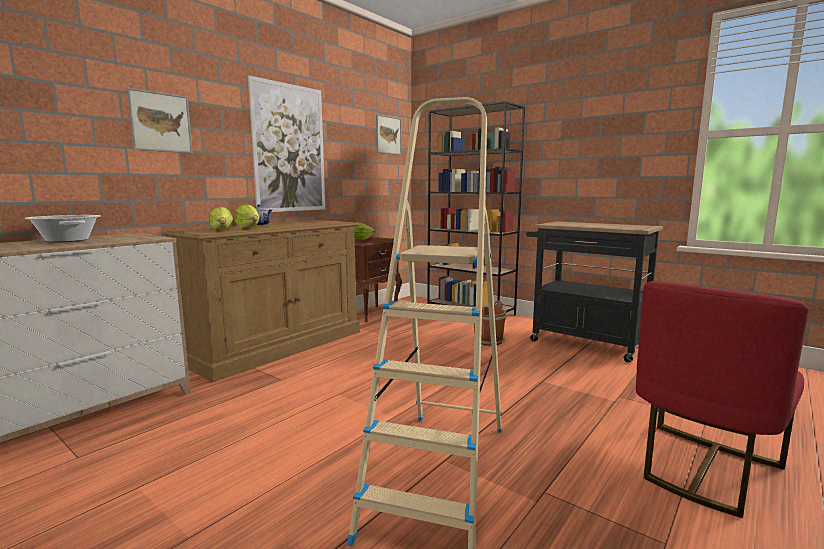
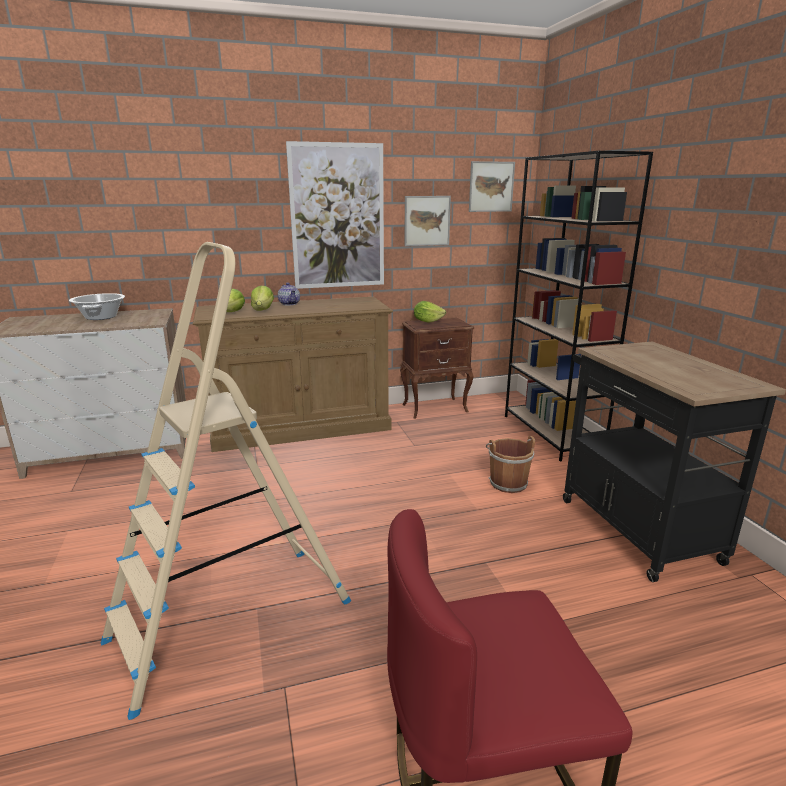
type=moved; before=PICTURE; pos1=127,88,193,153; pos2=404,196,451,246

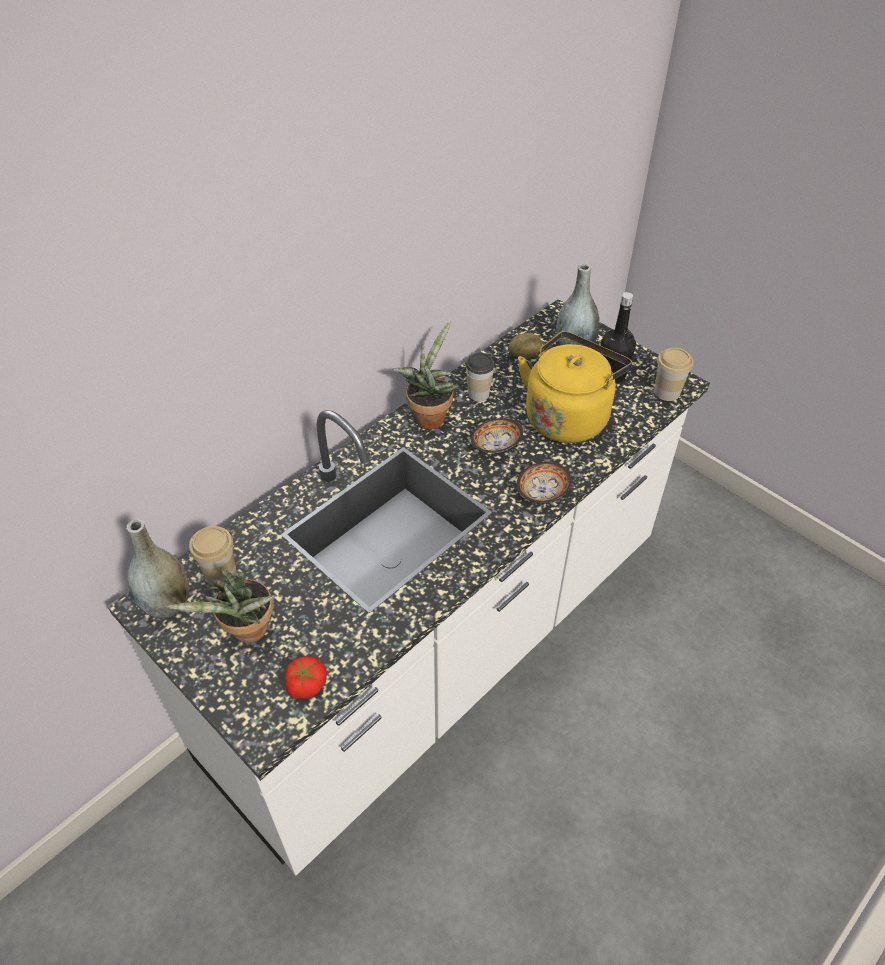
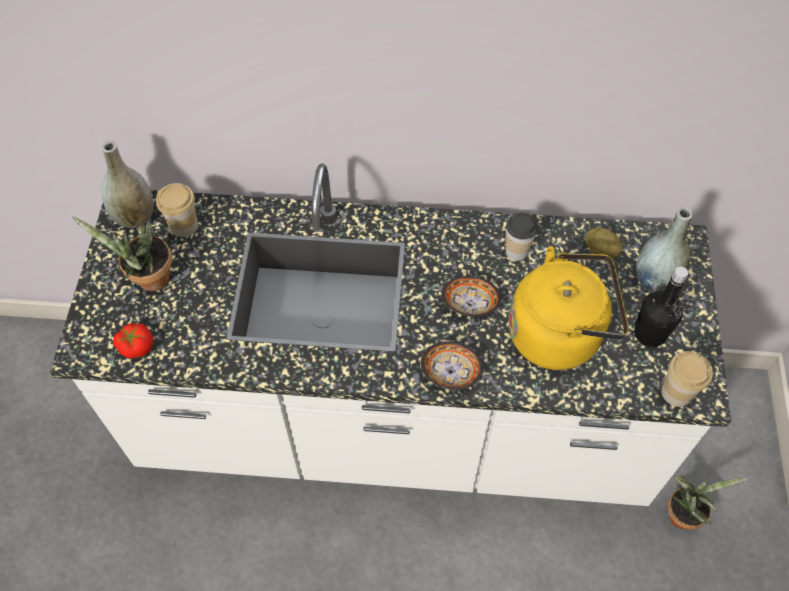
type=moved; before=POTTED PLANT; pos1=392,322,458,429; pos2=668,475,747,529

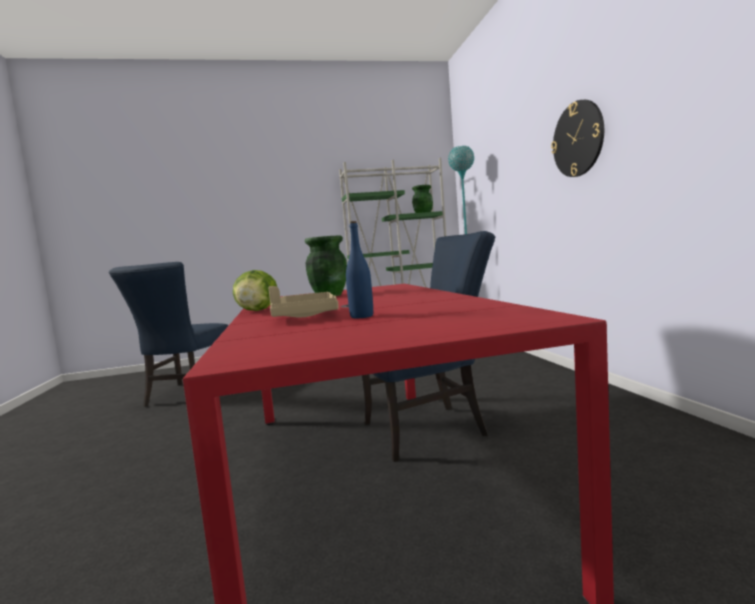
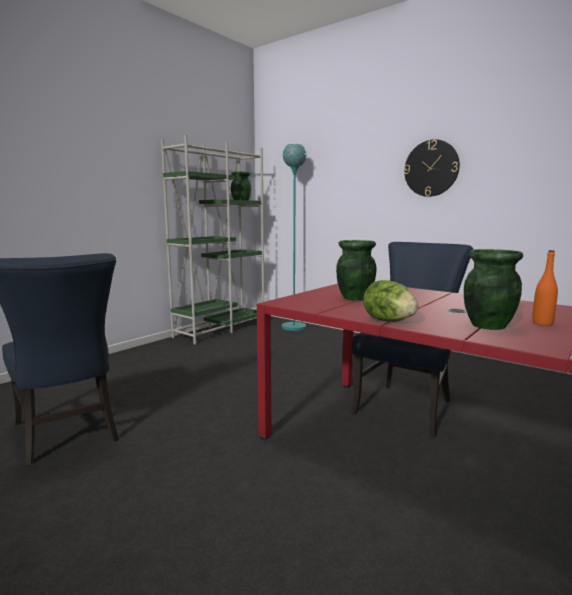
type=recoloured; before=BLUE BOTTLE; after=ORANGE BOTTLE; pos1=346,221,373,318; pos2=532,250,558,326
type=replaced; before=BEIGE TRAY; after=GREEN VASE; pos1=268,286,339,317; pos2=464,249,523,330

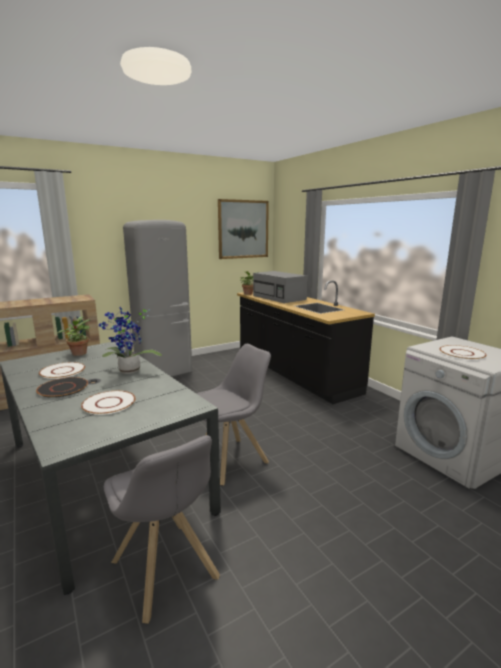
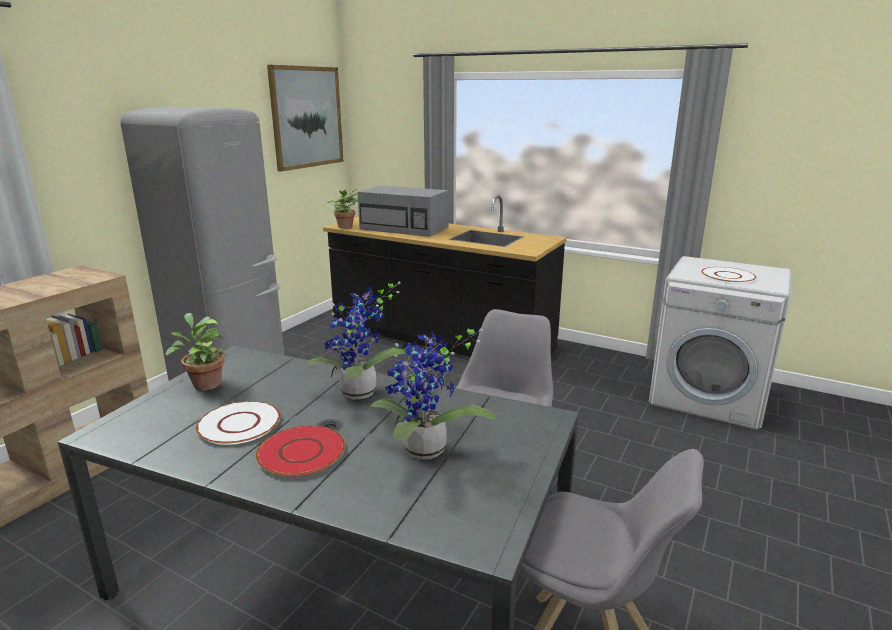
type=recoloured; before=BLACK PLATE; after=RED PLATE; pos1=36,377,88,398; pos2=255,425,345,477
type=replaced; before=WHITE PLATE; after=POTTED PLANT; pos1=81,391,136,415; pos2=370,328,497,459

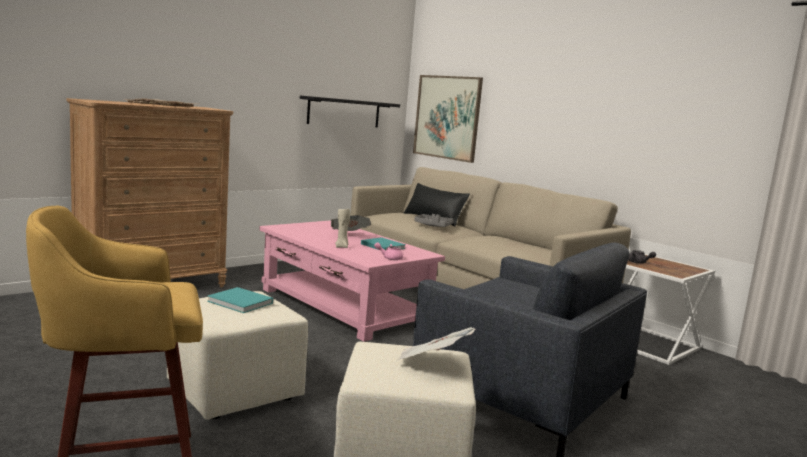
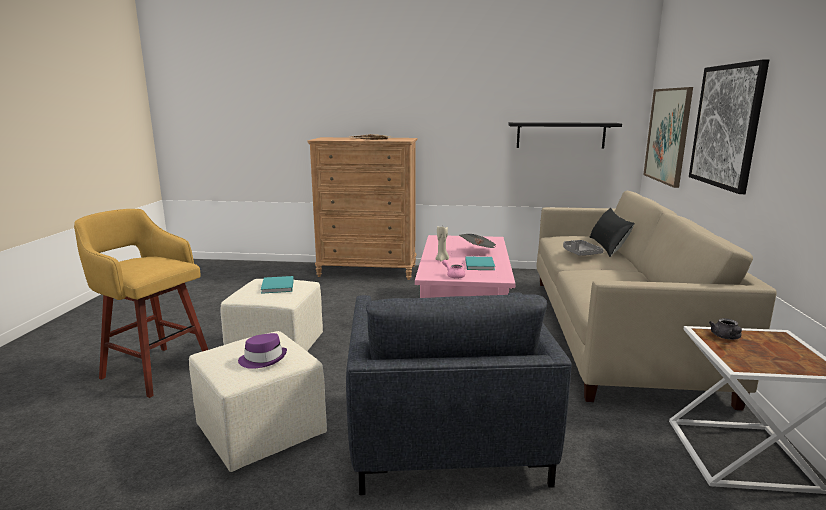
type=replaced; before=NEWSPAPER; after=PURPLE HAT; pos1=396,327,475,361; pos2=238,333,287,369
type=added; after=PICTURE; pos2=689,59,769,194

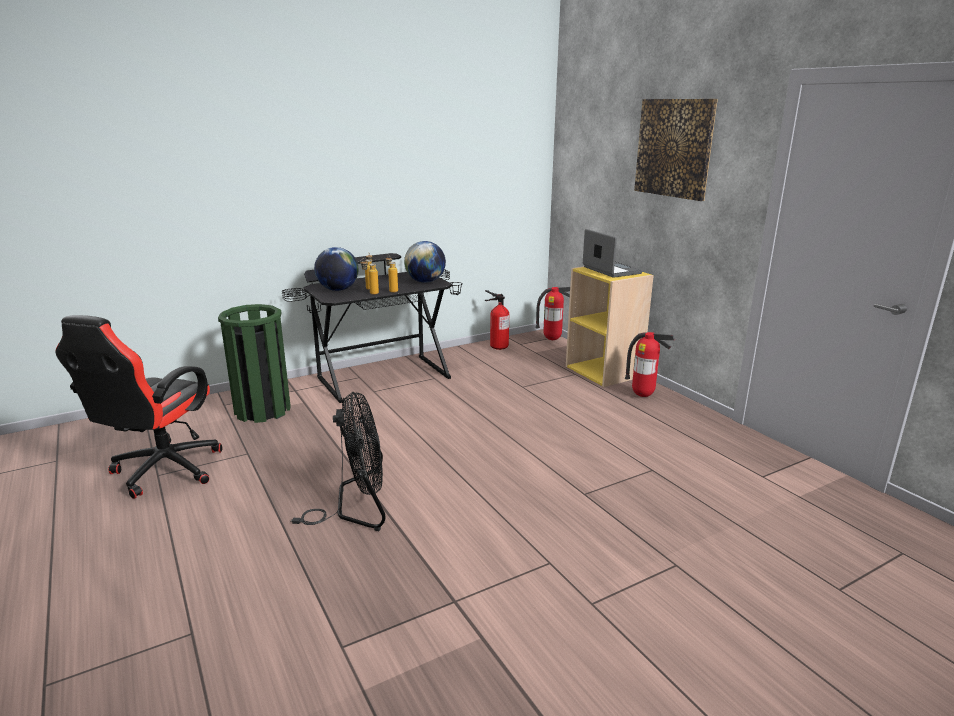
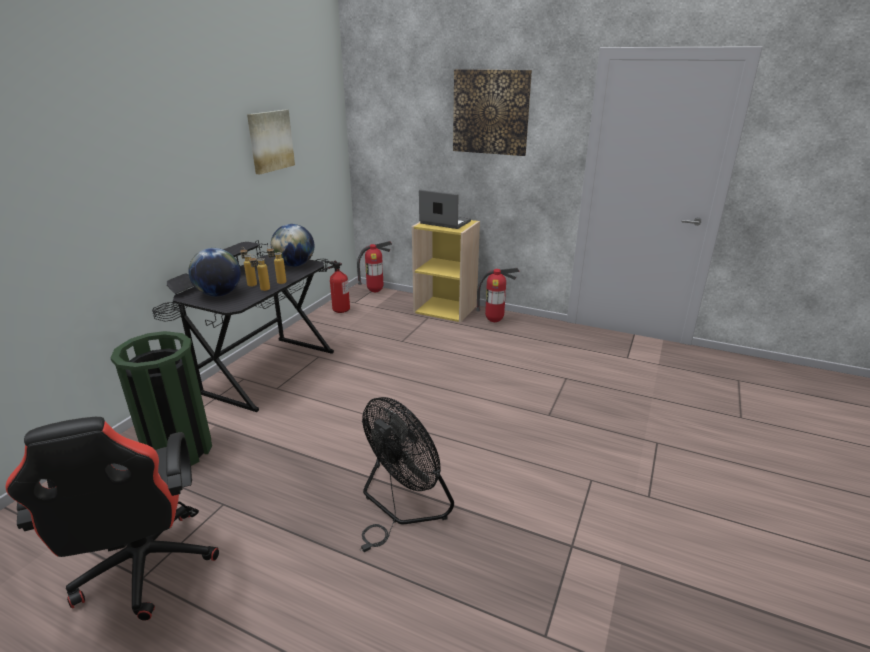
type=added; after=PICTURE; pos2=247,110,295,175

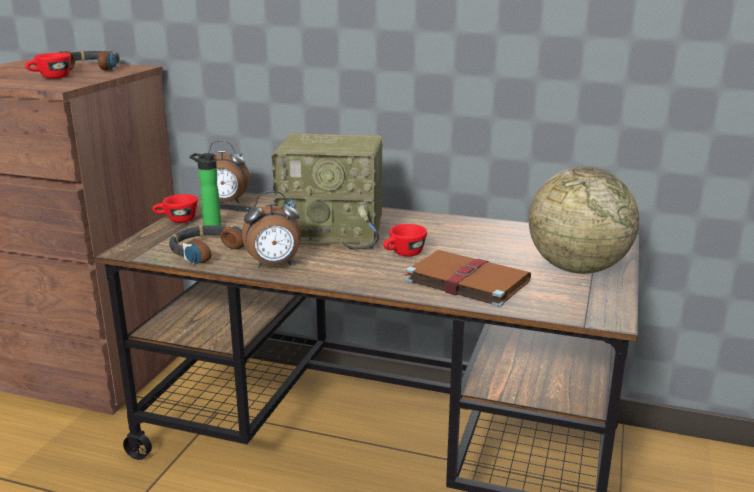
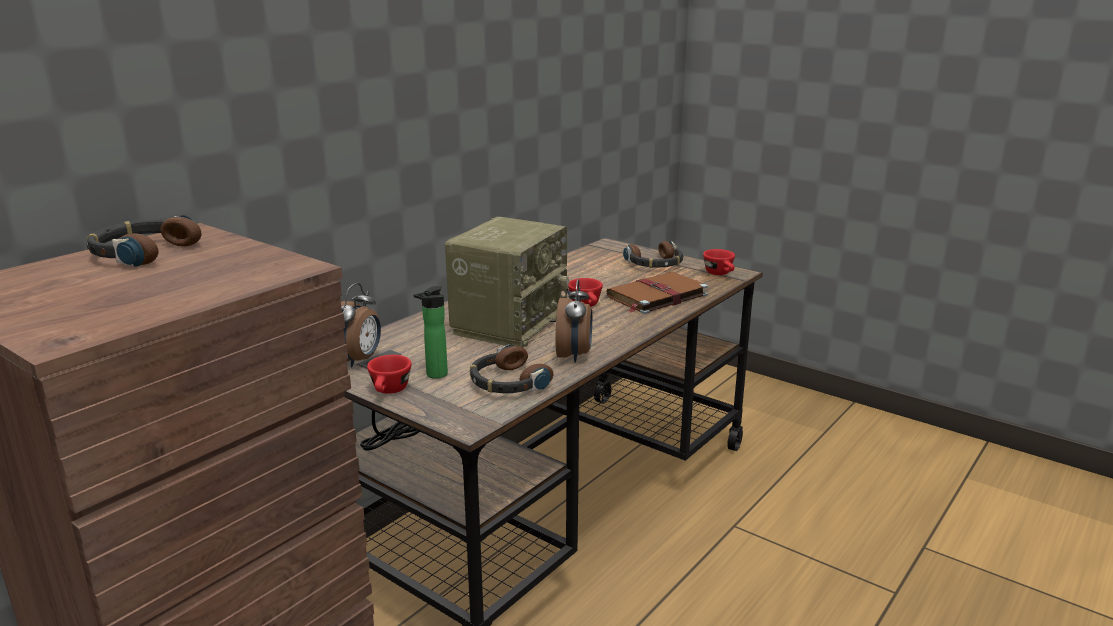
type=moved; before=RED CUP; pos1=25,53,71,79; pos2=703,249,735,275
type=replaced; before=GLOBE; after=HEADPHONES; pos1=529,167,639,274; pos2=623,241,683,268

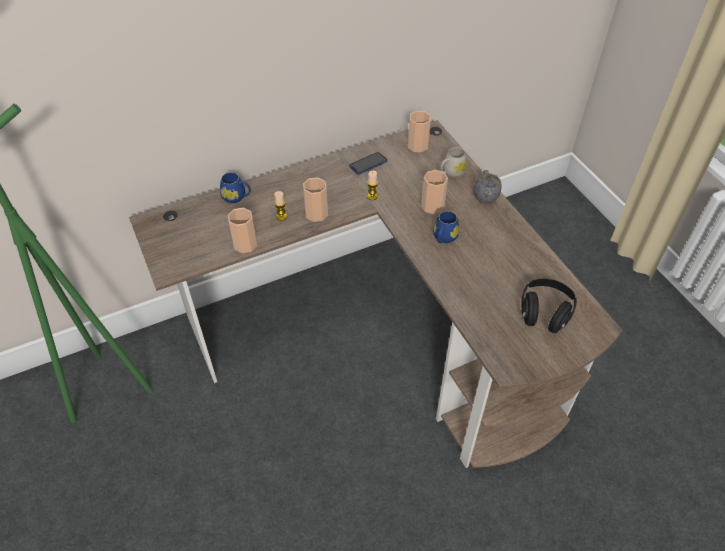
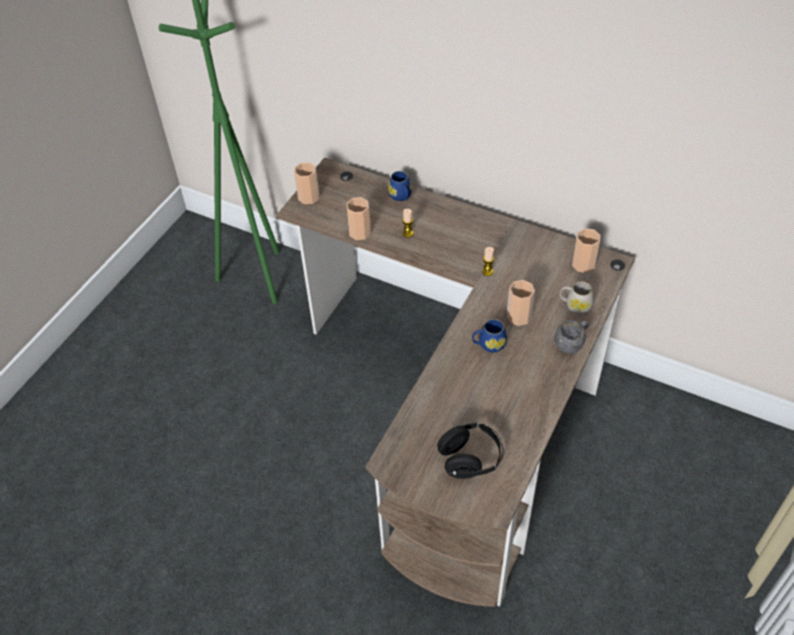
type=removed; before=PHONE; pos1=349,152,387,175
type=moved; before=CUP; pos1=303,177,328,222; pos2=294,162,319,204

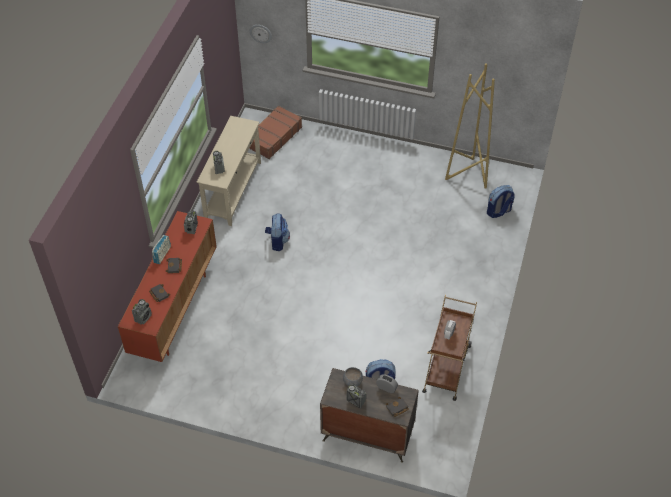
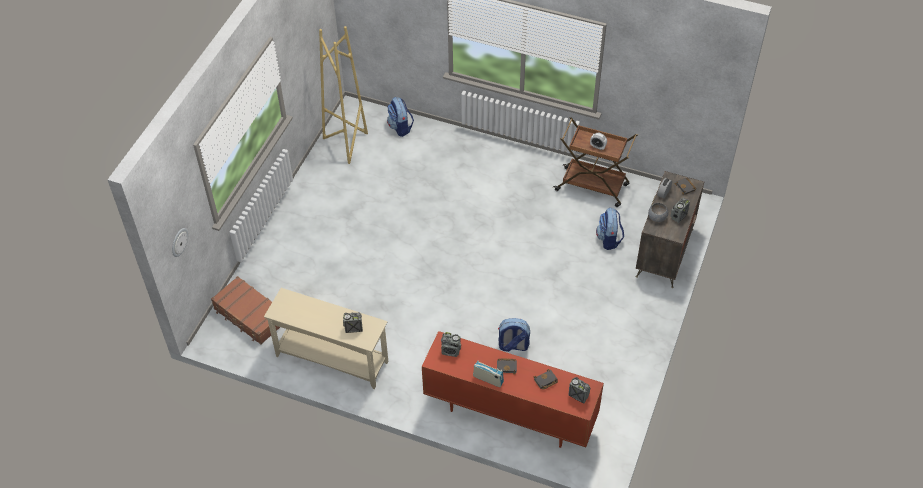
type=moved; before=BACKPACK; pos1=265,214,290,251; pos2=498,318,530,352

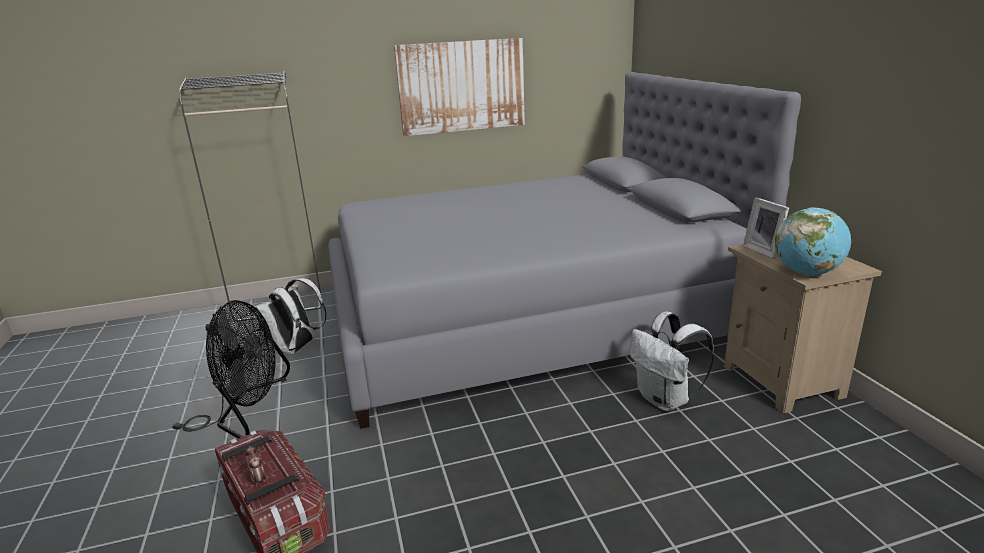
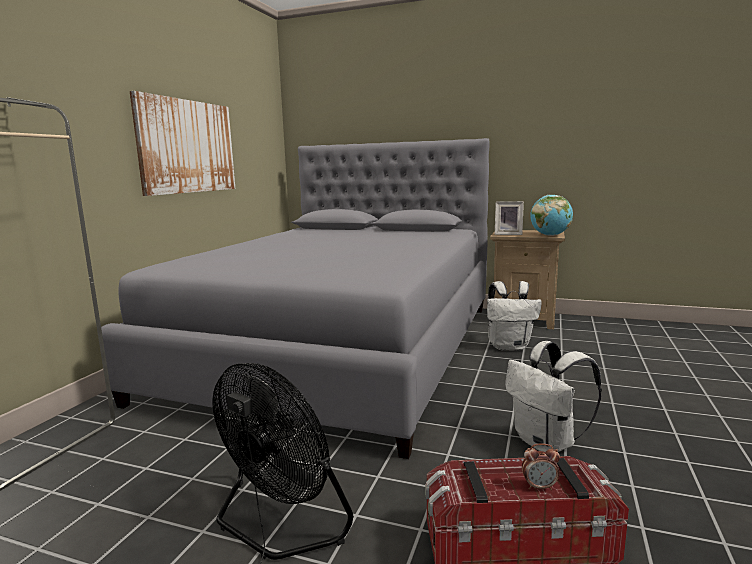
type=moved; before=WHITE BACKPACK; pos1=255,278,327,354; pos2=505,341,602,452

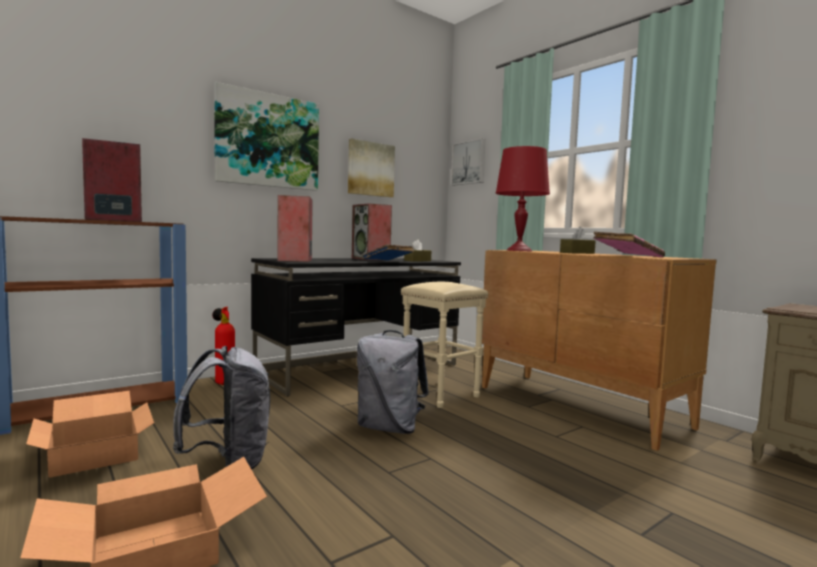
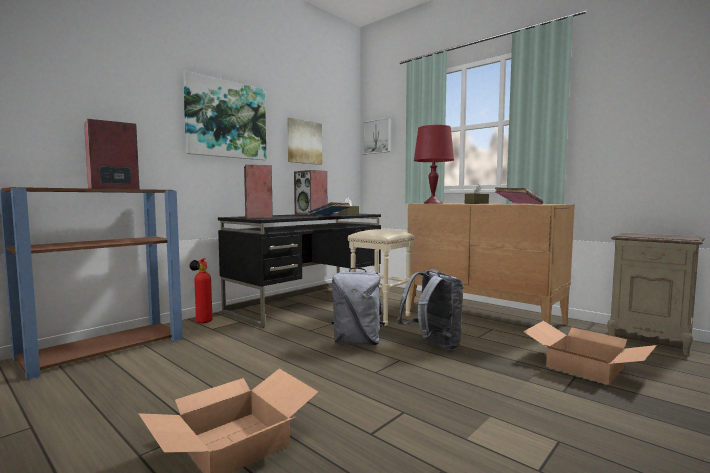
type=moved; before=GREY BACKPACK; pos1=173,346,270,470; pos2=397,269,464,350
type=moved; before=CARDBOARD BOX; pos1=26,391,154,478; pos2=523,321,657,385

